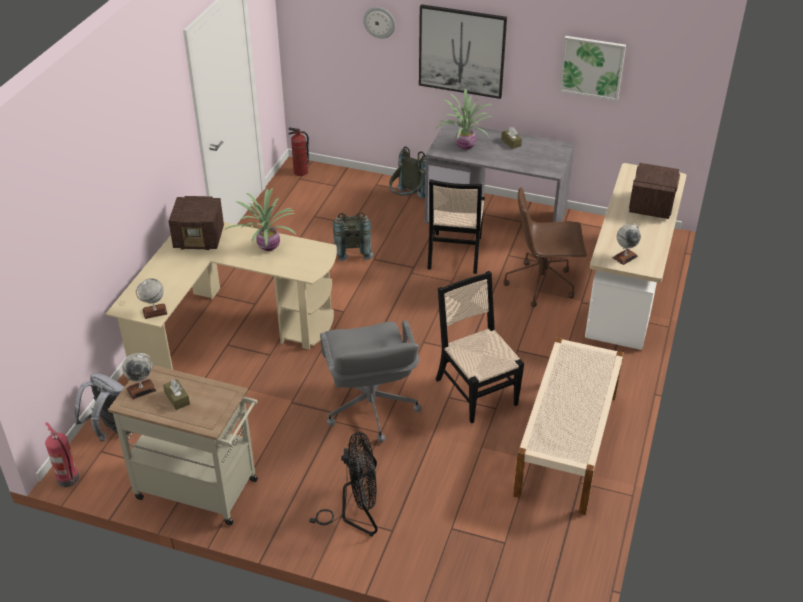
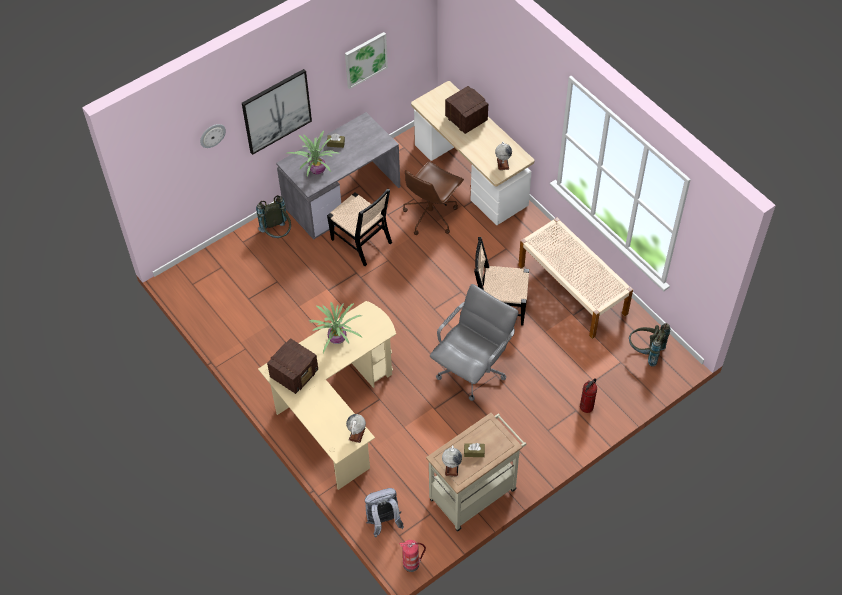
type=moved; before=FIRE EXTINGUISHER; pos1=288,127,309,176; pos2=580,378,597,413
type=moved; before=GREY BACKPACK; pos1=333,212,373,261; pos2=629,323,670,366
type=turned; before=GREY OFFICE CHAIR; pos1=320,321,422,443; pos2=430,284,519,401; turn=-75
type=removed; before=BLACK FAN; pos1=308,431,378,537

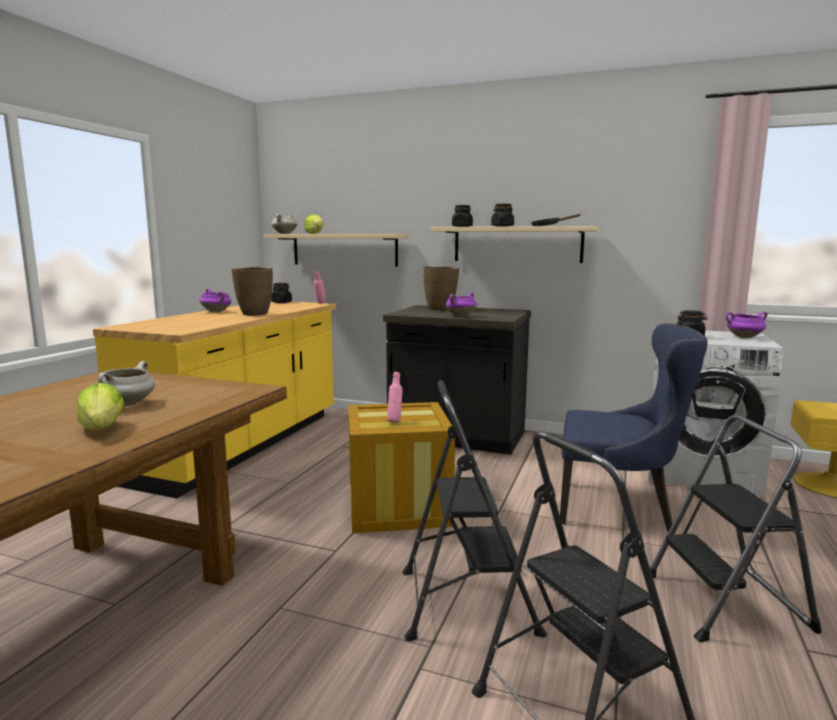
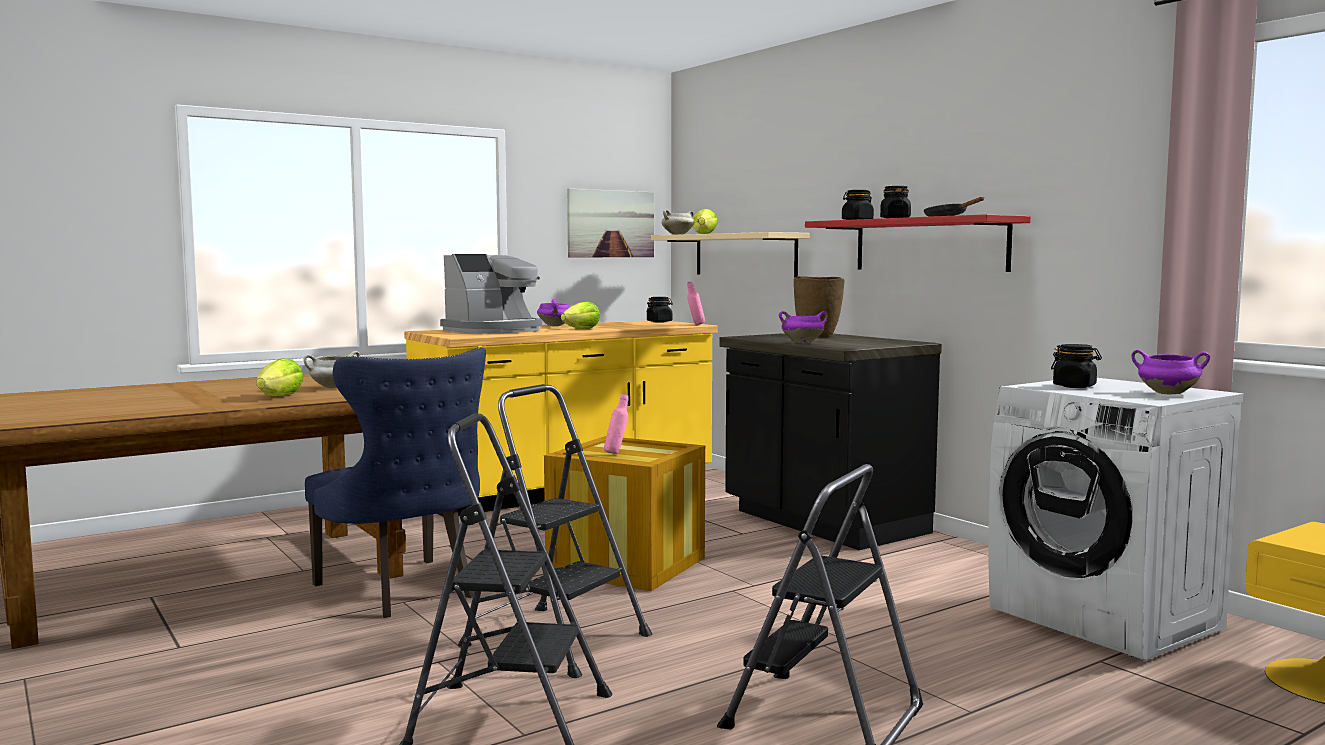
type=recoloured; before=BEIGE SHELF; after=RED SHELF; pos1=431,226,599,263; pos2=805,214,1031,272
type=replaced; before=BROWN VASE; after=LETTUCE; pos1=231,267,273,316; pos2=561,302,600,329
type=moved; before=BLUE CHAIR; pos1=560,323,708,531; pos2=305,347,486,618
type=added; after=PICTURE; pos2=567,188,654,257
type=added; after=COFFEE MACHINE; pos2=440,254,542,333

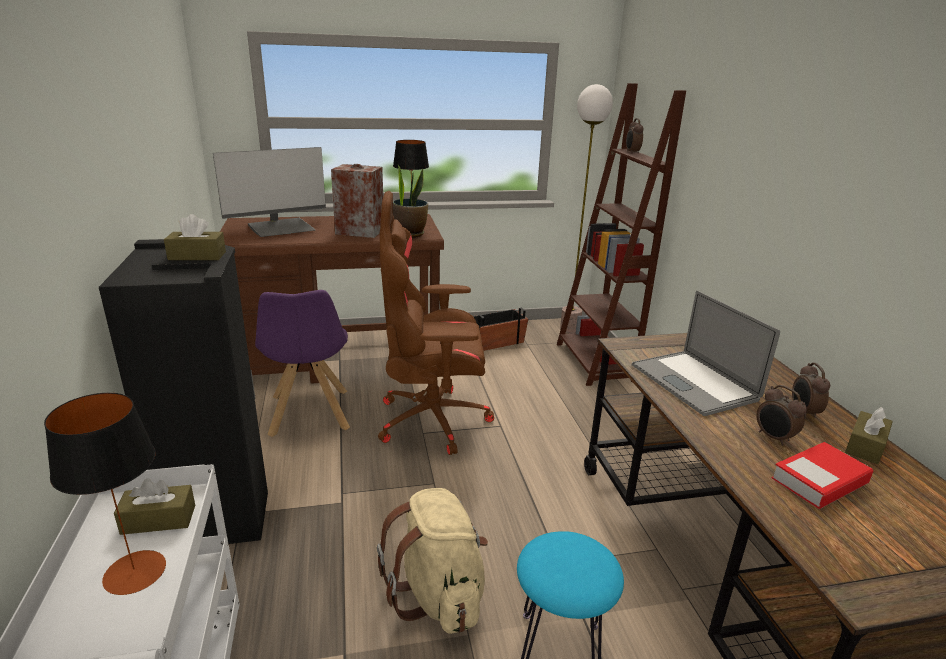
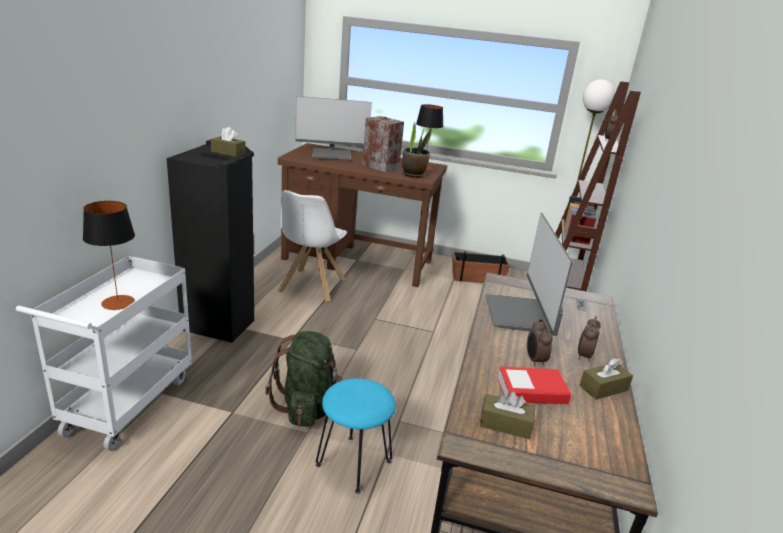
type=removed; before=BROWN OFFICE CHAIR; pos1=378,190,494,455
type=recoloured; before=PURPLE CHAIR; after=WHITE CHAIR; pos1=255,290,350,437; pos2=278,190,347,302
type=replaced; before=LAPTOP; after=MONITOR; pos1=632,291,780,416; pos2=485,213,573,336
type=moved; before=BROWN TISSUE BOX; pos1=114,478,195,535; pos2=480,391,535,439
type=recoloured; before=BEIGE BACKPACK; after=GREEN BACKPACK; pos1=377,488,488,634; pos2=265,331,343,427

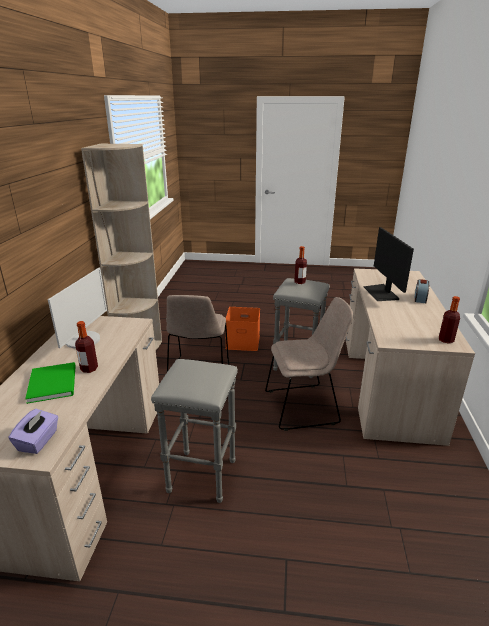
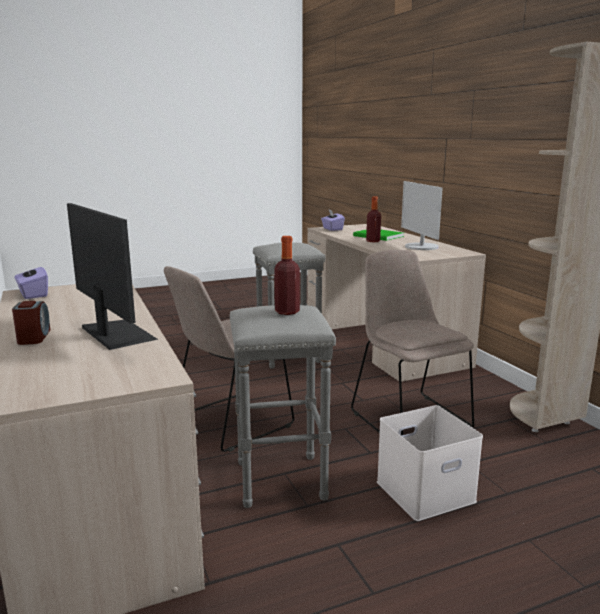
type=replaced; before=BOTTLE; after=PURPLE TISSUE BOX; pos1=439,296,460,344; pos2=14,263,48,299
type=recoloured; before=ORANGE STORAGE BOX; after=WHITE STORAGE BOX; pos1=225,307,260,351; pos2=377,405,483,521

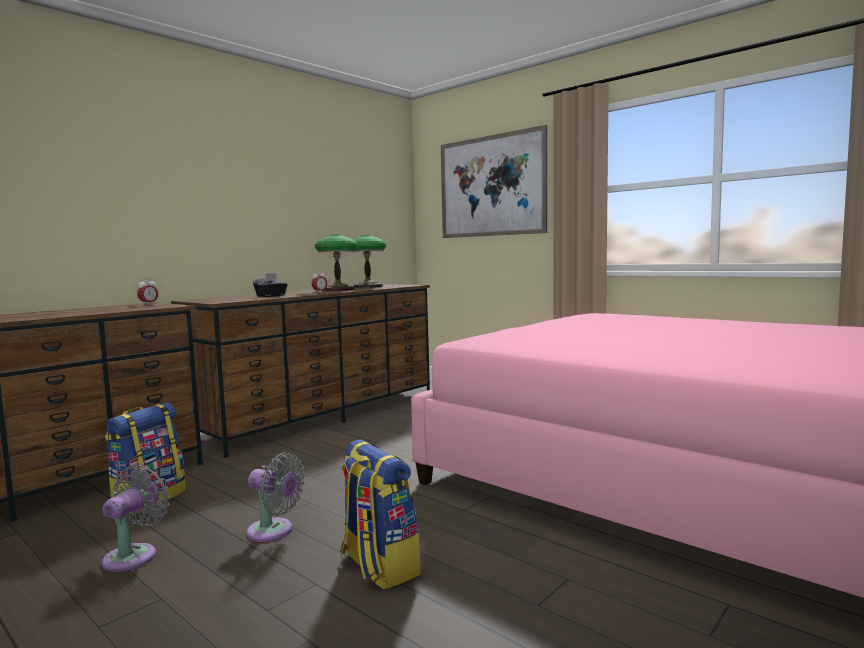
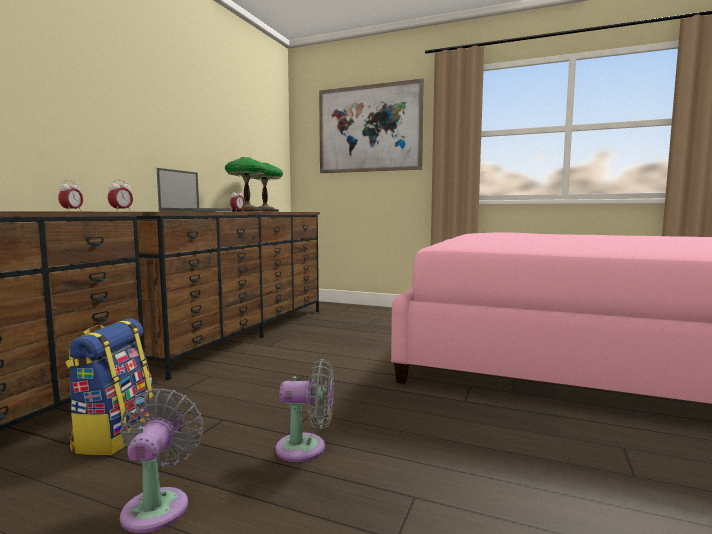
type=replaced; before=BLACK TISSUE BOX; after=LAPTOP; pos1=253,273,288,297; pos2=157,168,232,212
type=removed; before=BACKPACK; pos1=340,440,421,589
type=added; after=ALARM CLOCK; pos2=108,179,133,211

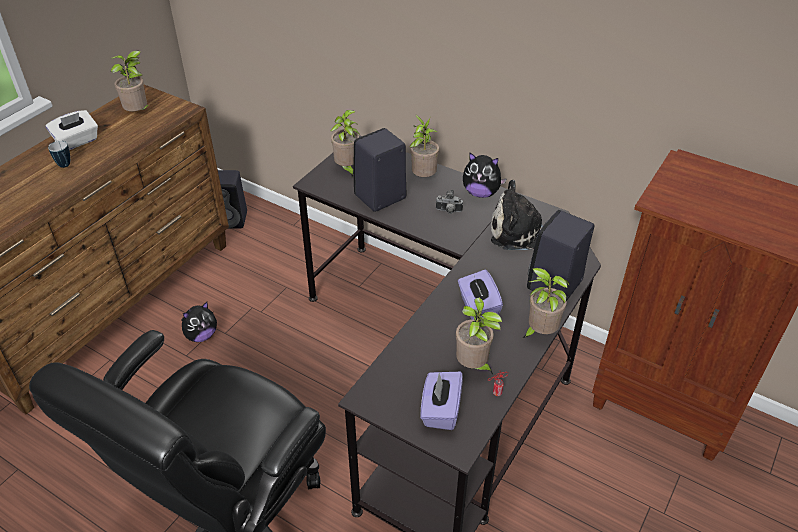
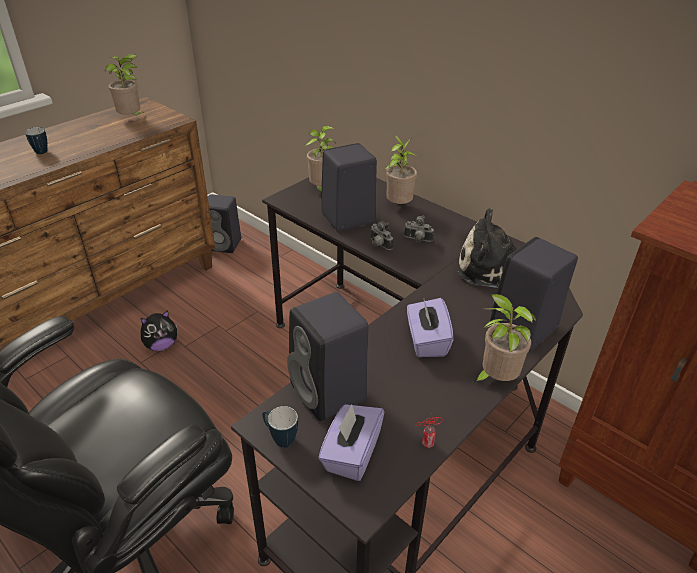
type=removed; before=WHITE TISSUE BOX; pos1=45,110,98,150
type=removed; before=PLUSH TOY; pos1=463,152,507,198
type=removed; before=POTTED PLANT; pos1=456,297,502,375
type=added; after=PHOTO CAMERA; pos2=371,221,393,250
type=added; after=BLACK SPEAKER; pos2=287,292,368,421
type=added; after=MUG; pos2=262,406,298,448

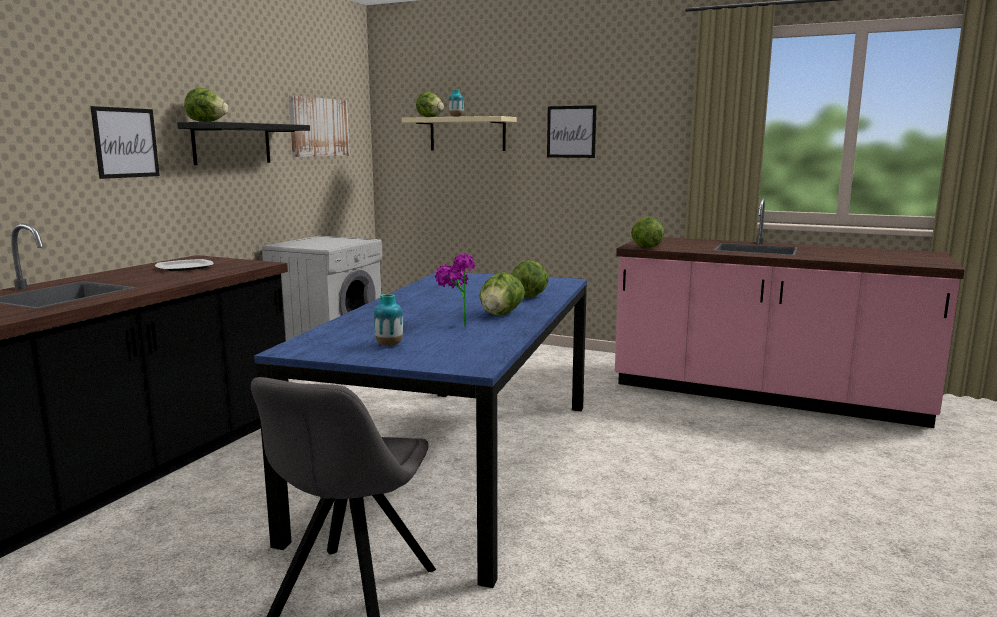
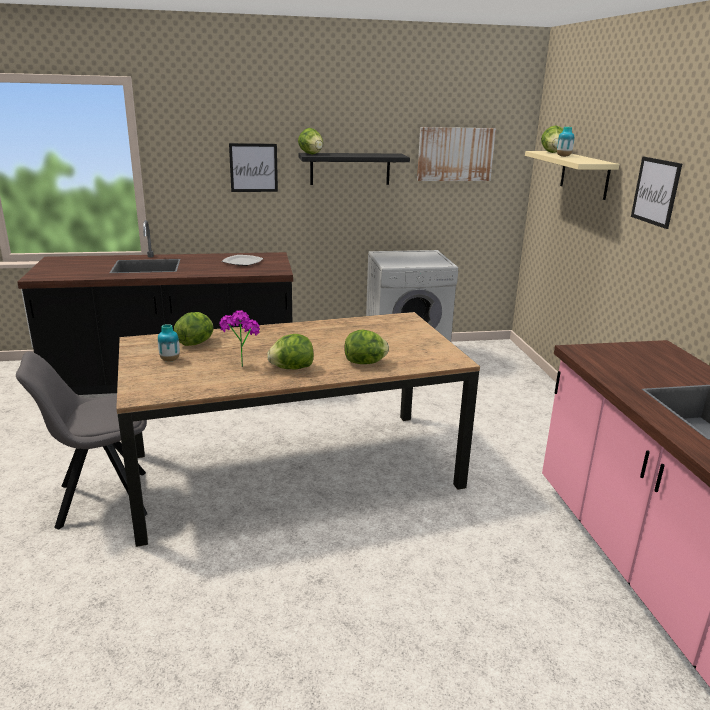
type=moved; before=LETTUCE; pos1=630,216,664,248; pos2=174,312,213,346
type=recoloured; before=BLUE DINING TABLE; after=BROWN DINING TABLE; pos1=254,272,587,588; pos2=116,312,480,547

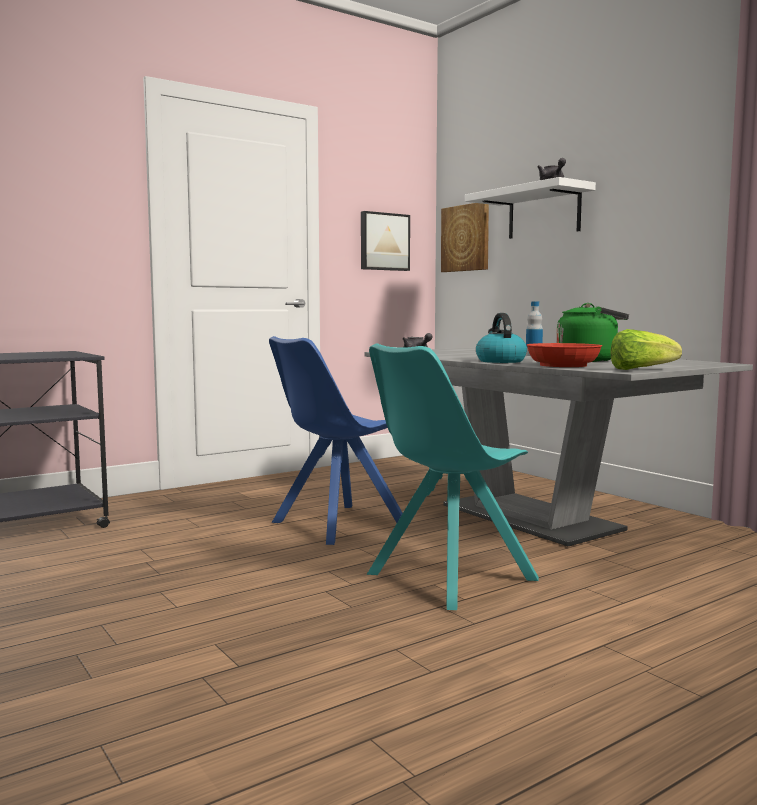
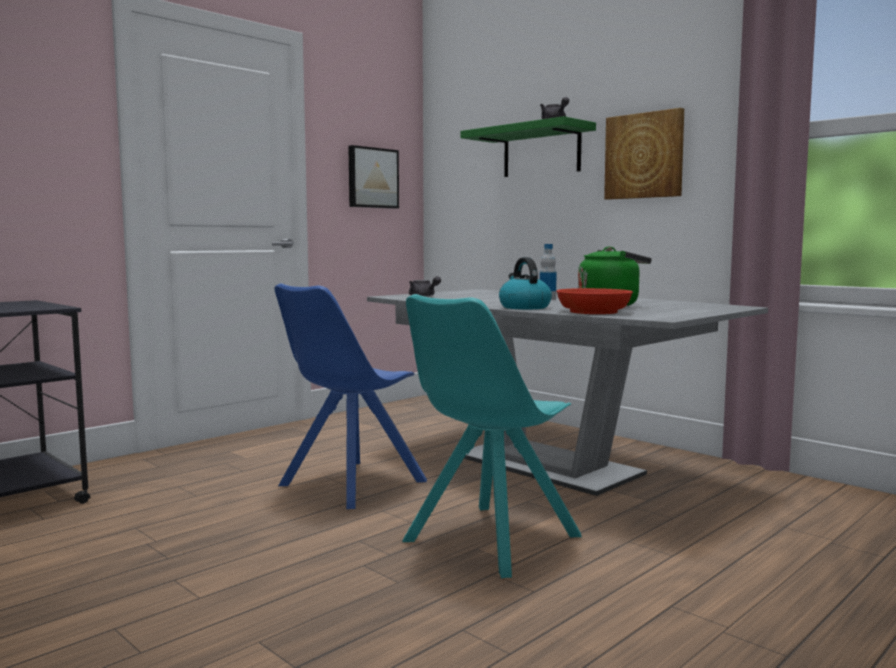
type=recoloured; before=WHITE SHELF; after=GREEN SHELF; pos1=465,177,596,239; pos2=461,116,596,177
type=moved; before=PICTURE; pos1=441,203,489,272; pos2=604,108,684,200
type=removed; before=LETTUCE; pos1=611,329,682,370

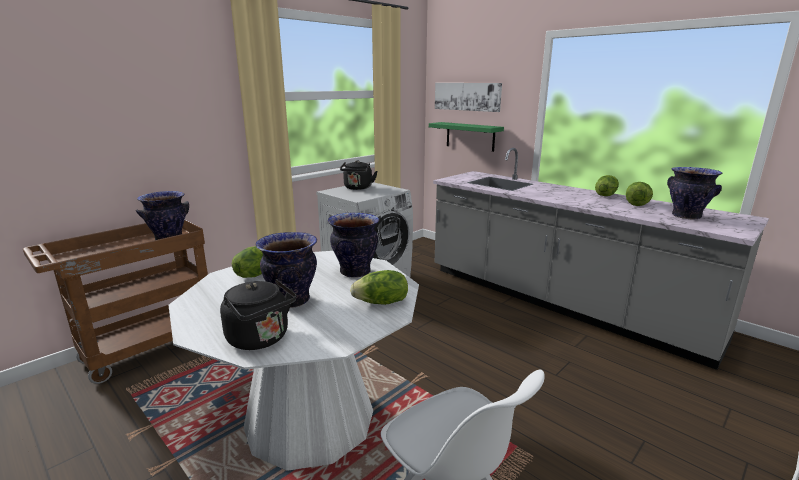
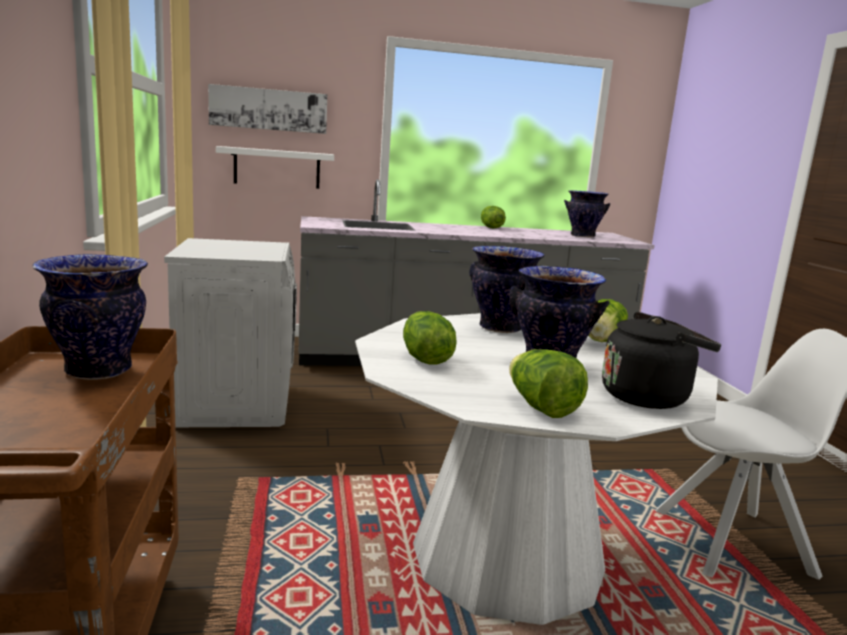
type=recoloured; before=GREEN SHELF; after=WHITE SHELF; pos1=429,122,504,152; pos2=216,146,334,189
type=removed; before=BLACK KETTLE; pos1=340,160,378,190
type=moved; before=LETTUCE; pos1=626,182,653,206; pos2=509,349,588,418

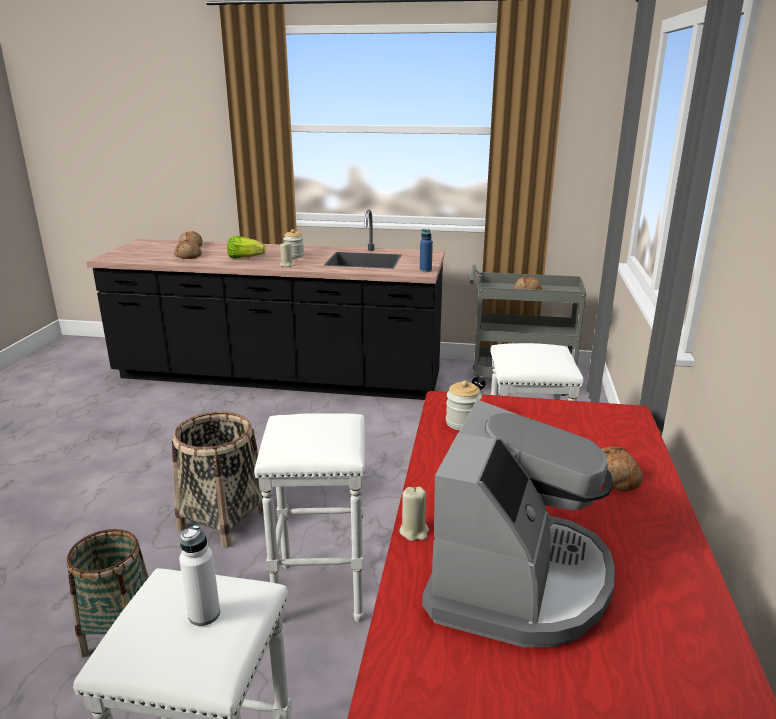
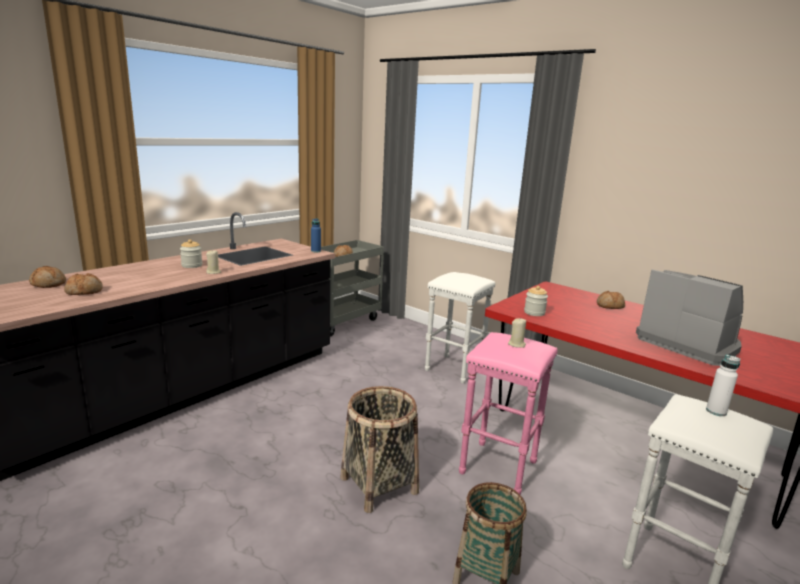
type=removed; before=LETTUCE; pos1=227,236,266,259
type=recoloured; before=WHITE STOOL; after=PINK STOOL; pos1=254,413,365,622; pos2=459,332,558,494
type=moved; before=BEIGE CANDLE; pos1=399,487,429,541; pos2=508,318,526,348

